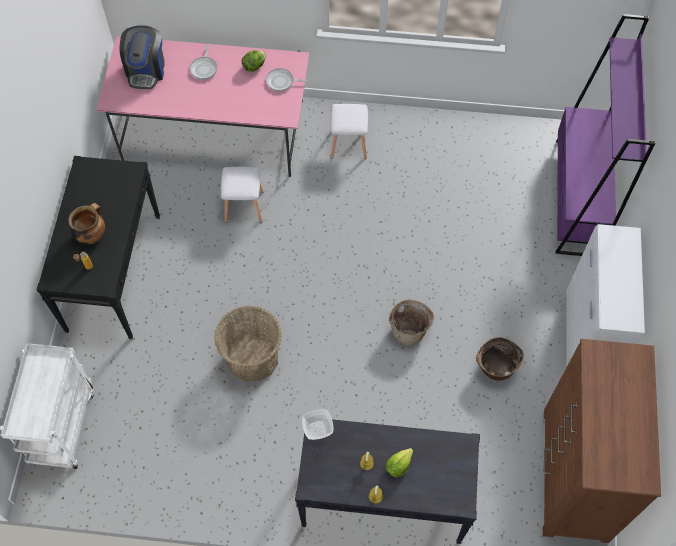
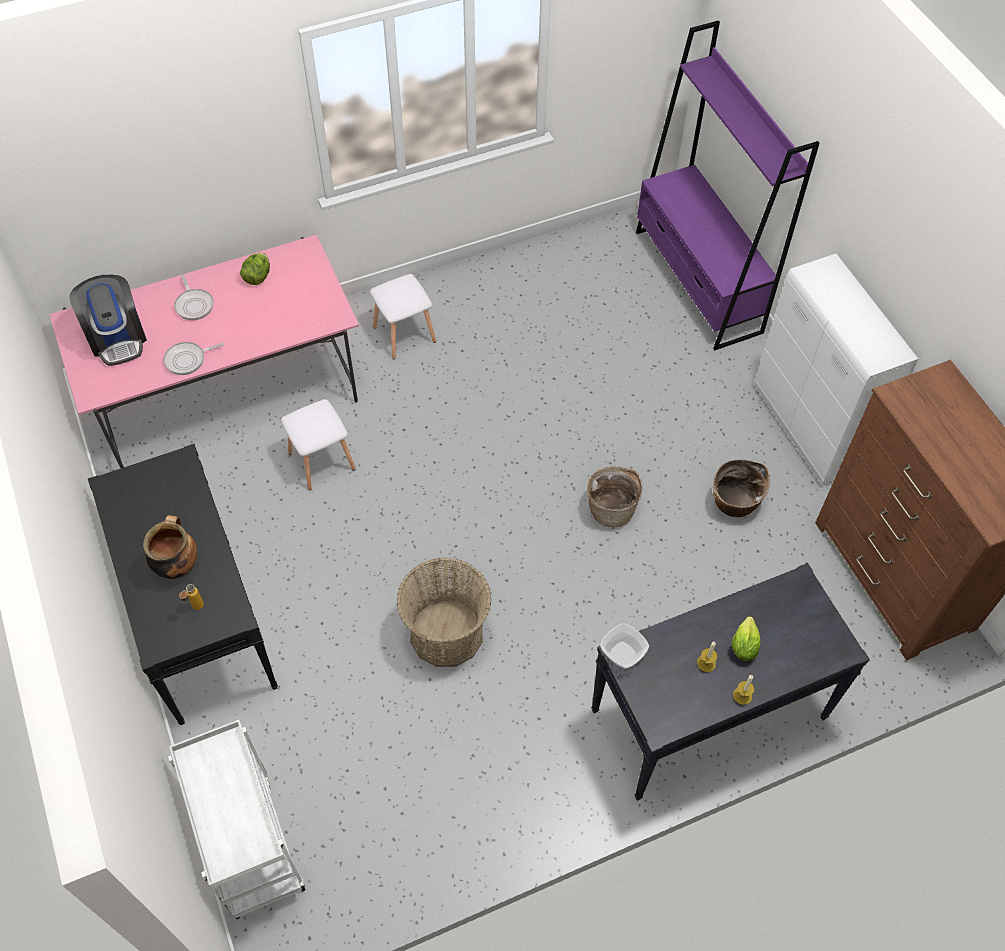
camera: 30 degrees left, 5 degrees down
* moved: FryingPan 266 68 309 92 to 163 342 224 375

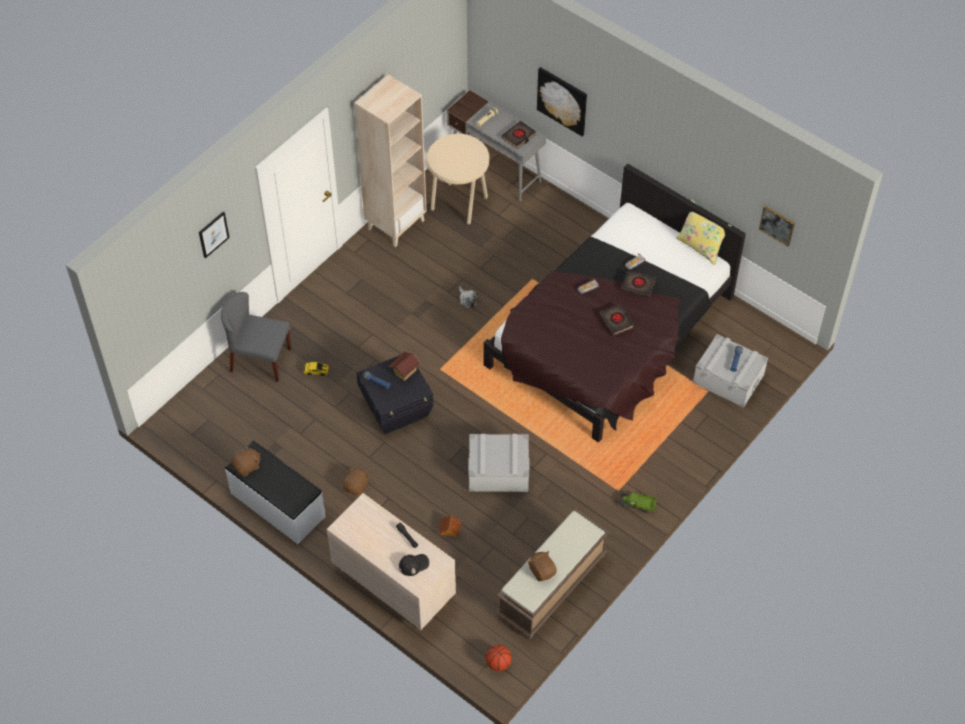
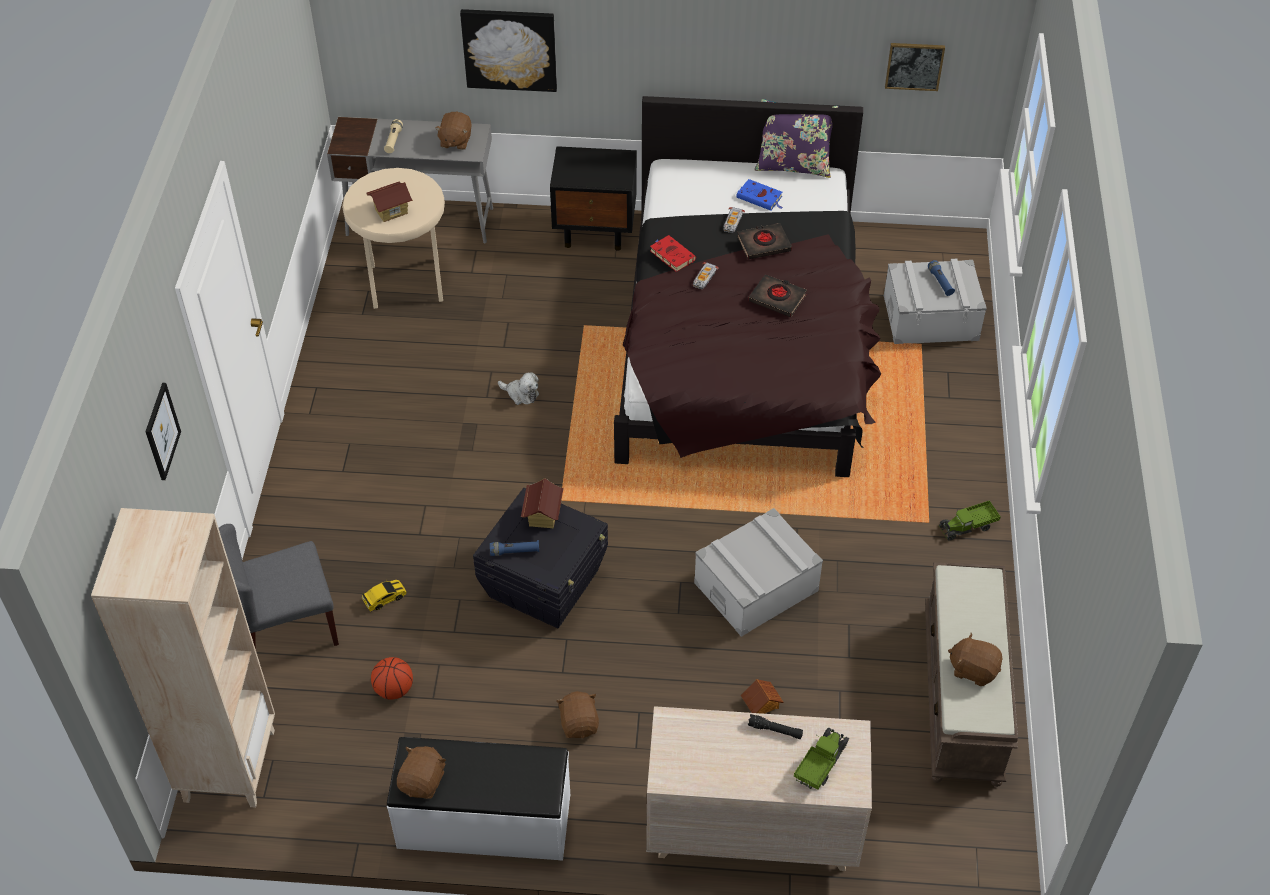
camera: 35 degrees left, 5 degrees down
* moved: BeigeBookcase 354 75 427 247 to 91 508 275 808
* added: ToyHouse 366 181 413 222
* moved: Basketball 486 645 512 671 to 371 657 413 700
* replaced: BlackBook 501 121 536 149 to BrownPlushToy 435 112 472 150
* added: BlackNightstand 550 146 637 251
* added: RedBook 650 235 696 272
* added: BlueBook 736 179 783 211
* recoloured: YellowPillow 676 199 731 265 to PurplePillow 755 99 839 178
* replaced: BlackCap 399 554 429 576 to ToyTruck 794 728 849 790

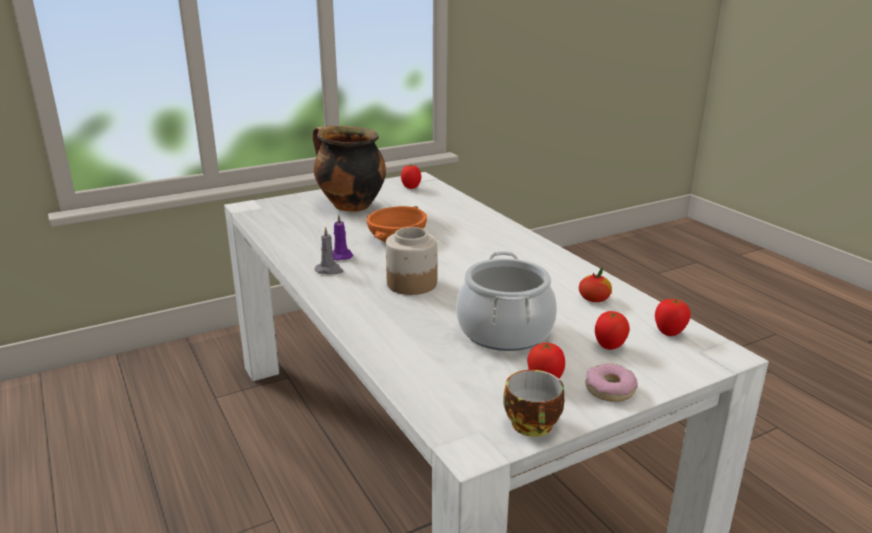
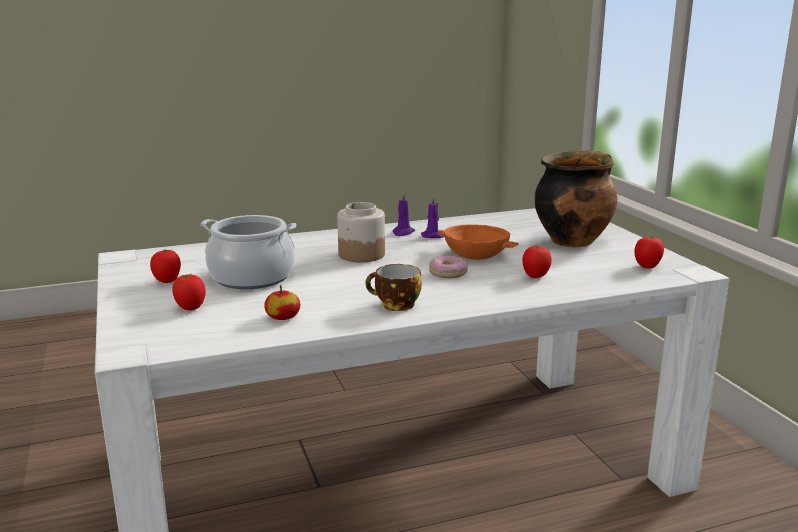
camera: 100 degrees right, 5 degrees down
* moved: Cup 504 370 564 437 to 365 264 422 311
* recoloured: GreyCandle 315 227 343 275 to PurpleCandle 392 192 415 236
* moved: Donut 585 363 638 402 to 429 255 468 278
* moved: Tomato 655 299 691 336 to 522 245 552 278

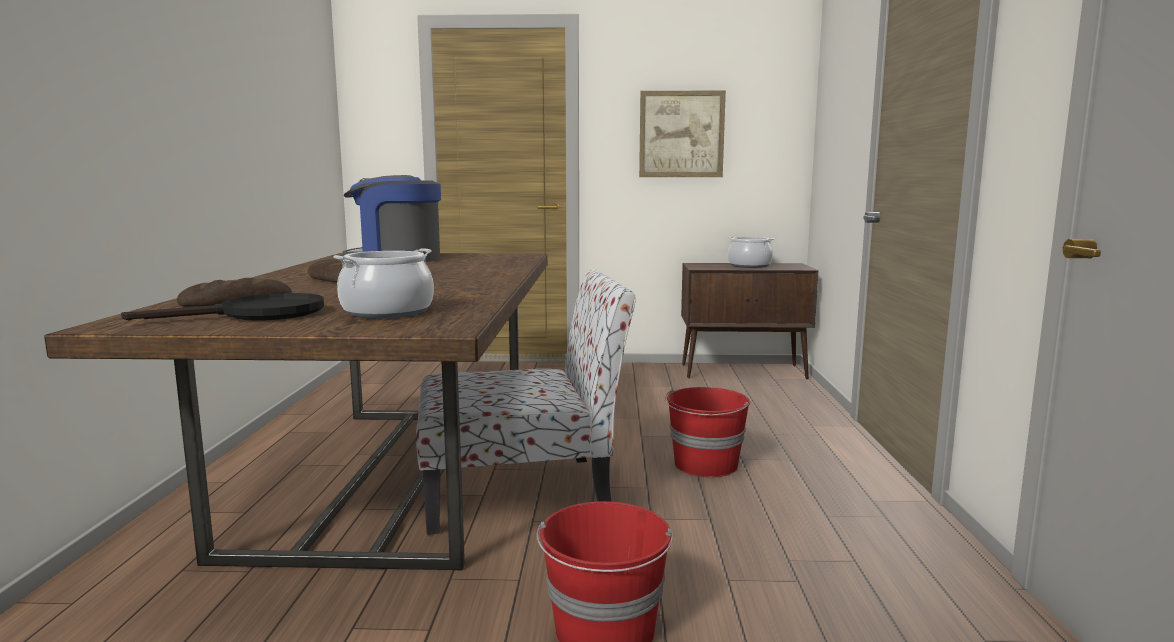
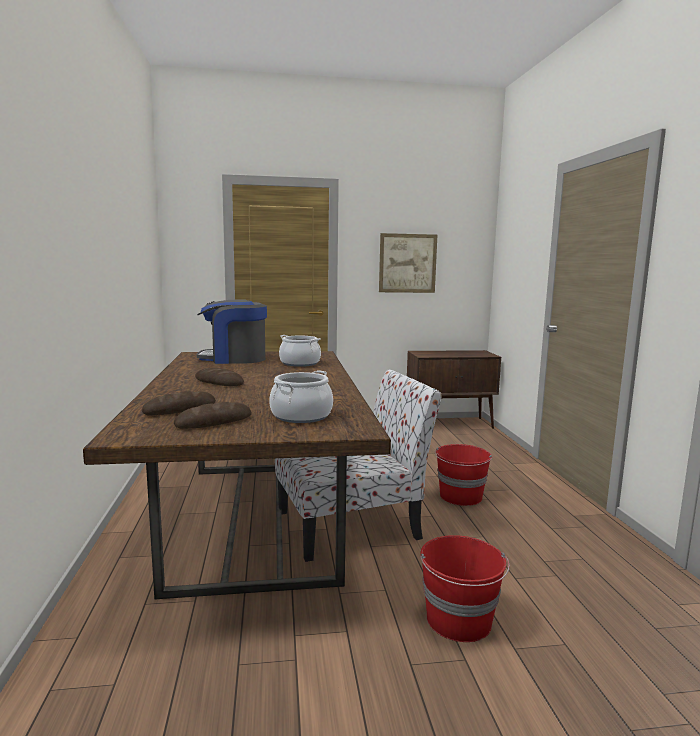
camera: 10 degrees left, 0 degrees up
* replaced: BlackFryingPan 121 293 324 320 to Bread 174 402 252 429
* moved: CookingPot 728 236 774 268 to 279 335 321 367

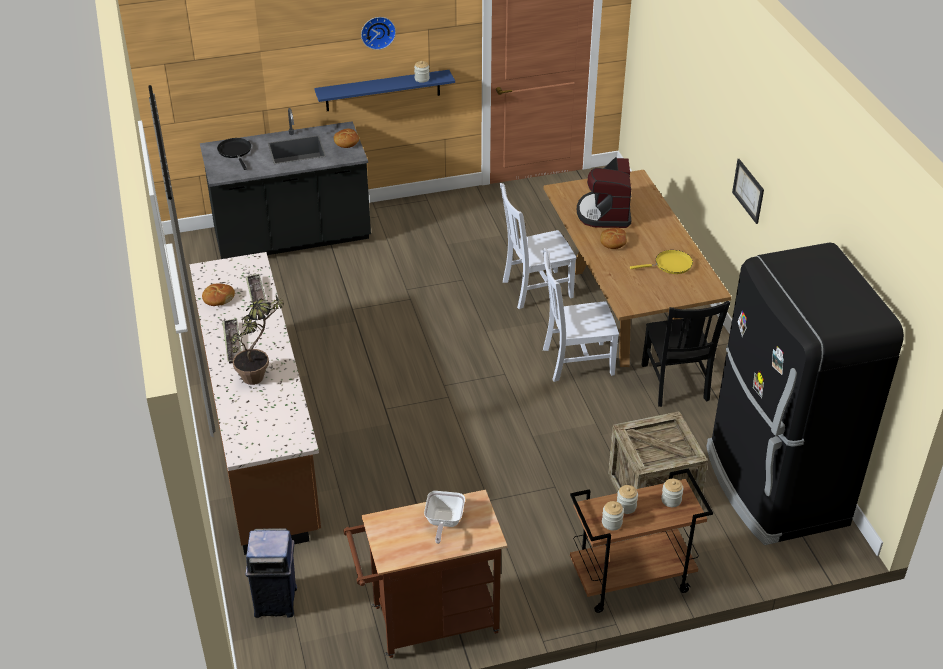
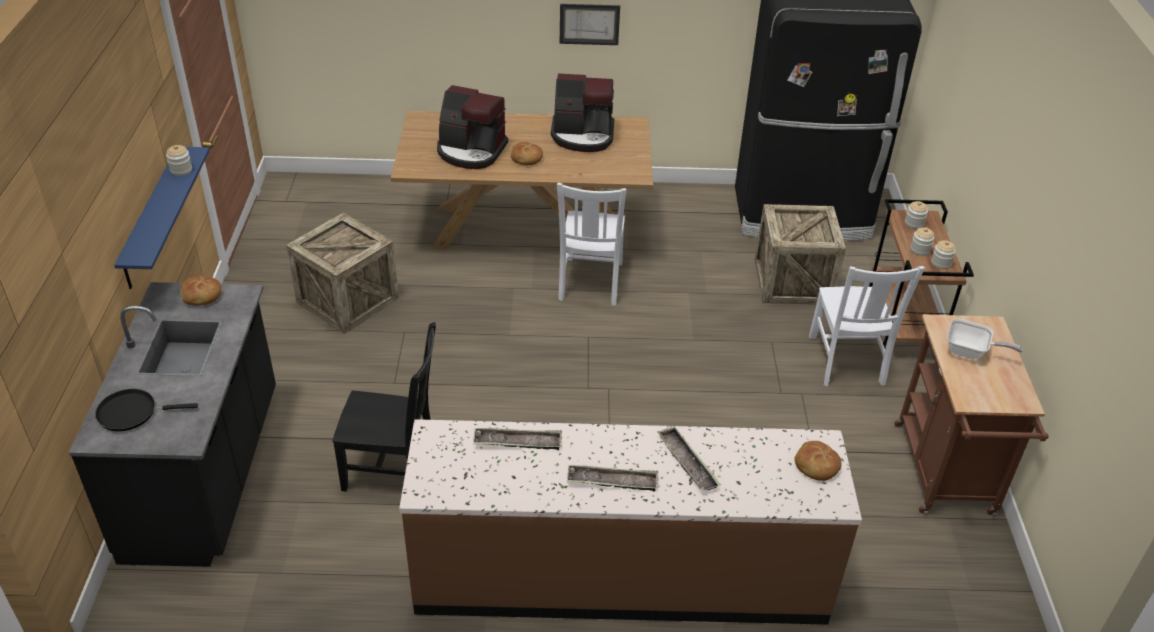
camera: 75 degrees left, 0 degrees up
* added: Crate 286 213 399 334
* moved: BlackChair 641 301 730 407 to 332 322 436 491
* replaced: YellowFryingPan 630 250 693 274 to CoffeeMachine 551 74 614 152
* replaced: PottedPlant 230 295 285 385 to Tray 657 426 721 491
* moved: Bread 202 283 235 306 to 795 441 842 481
* moved: WhiteChair 500 183 576 309 to 809 266 925 386
* removed: BlueTrashCan 246 528 297 618
* removed: WallClock 361 17 396 50

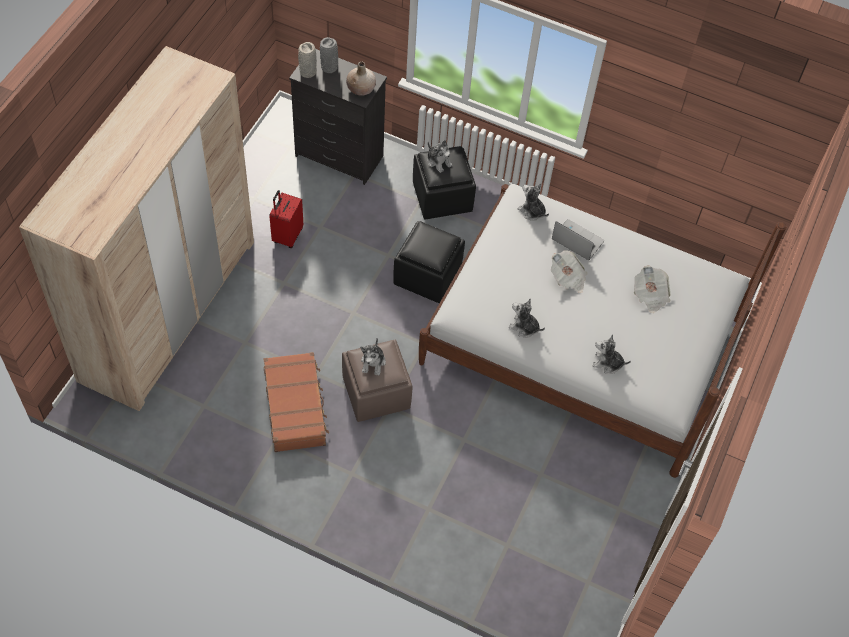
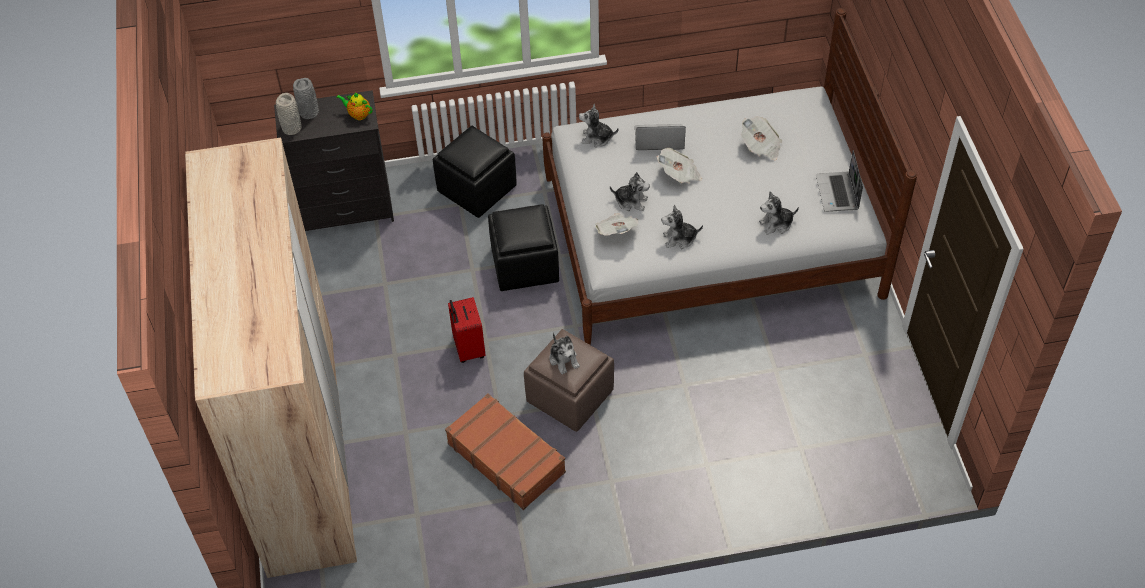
camera: 30 degrees left, 5 degrees down
* replaced: BeigeVase 346 62 376 96 to Teapot 336 92 373 120
* moved: RedSuitcase 269 190 303 248 to 448 297 486 363
* added: Newspaper 595 213 639 236
* moved: PlushToy 427 140 452 173 to 610 172 650 211
* added: Laptop 816 150 863 212

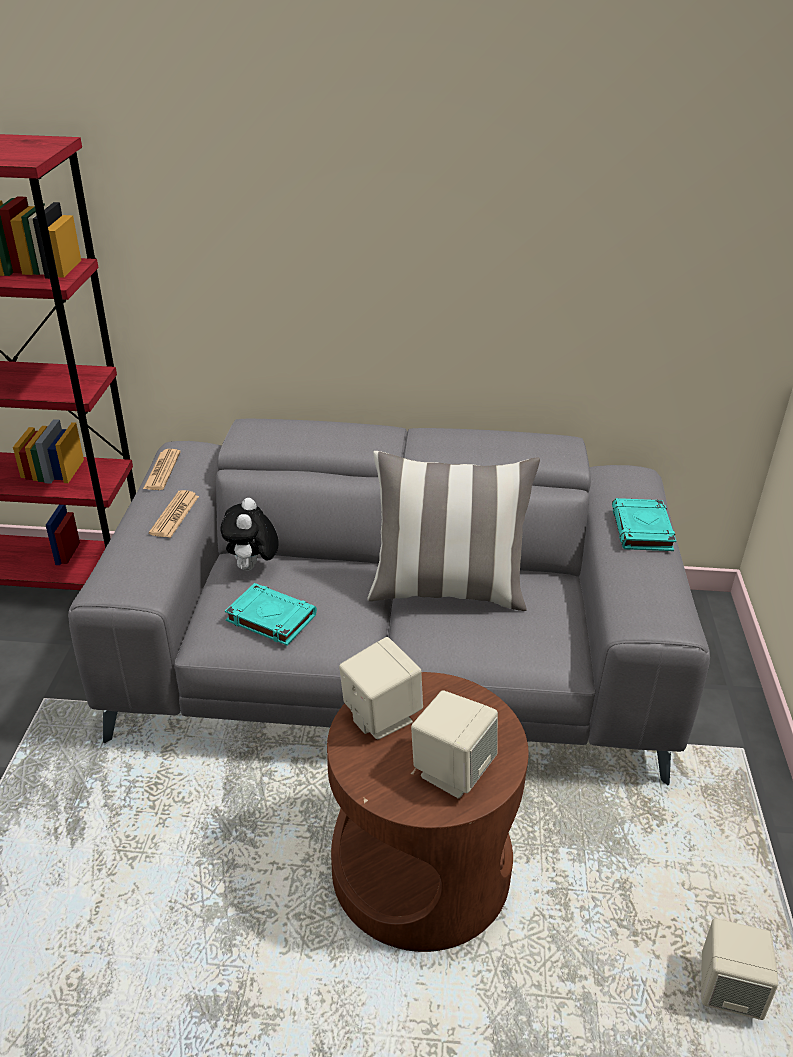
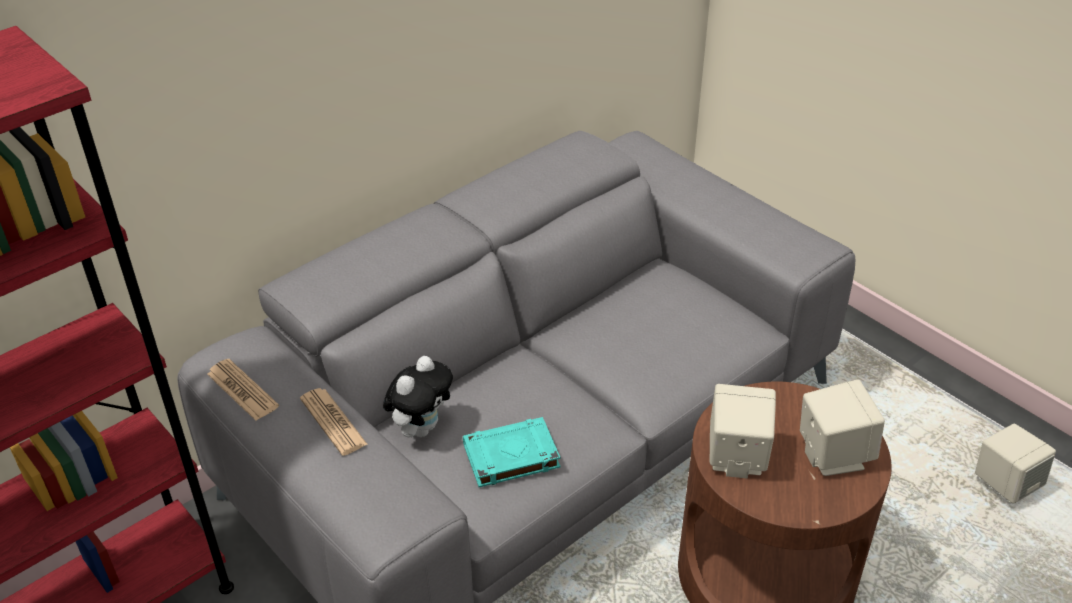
camera: 45 degrees left, 5 degrees up
* turned: PlushToy 220 498 279 571 = 383 356 453 438 105 degrees counterclockwise
* removed: Pillow 367 451 540 611
* removed: TurquoiseBook 612 498 676 551

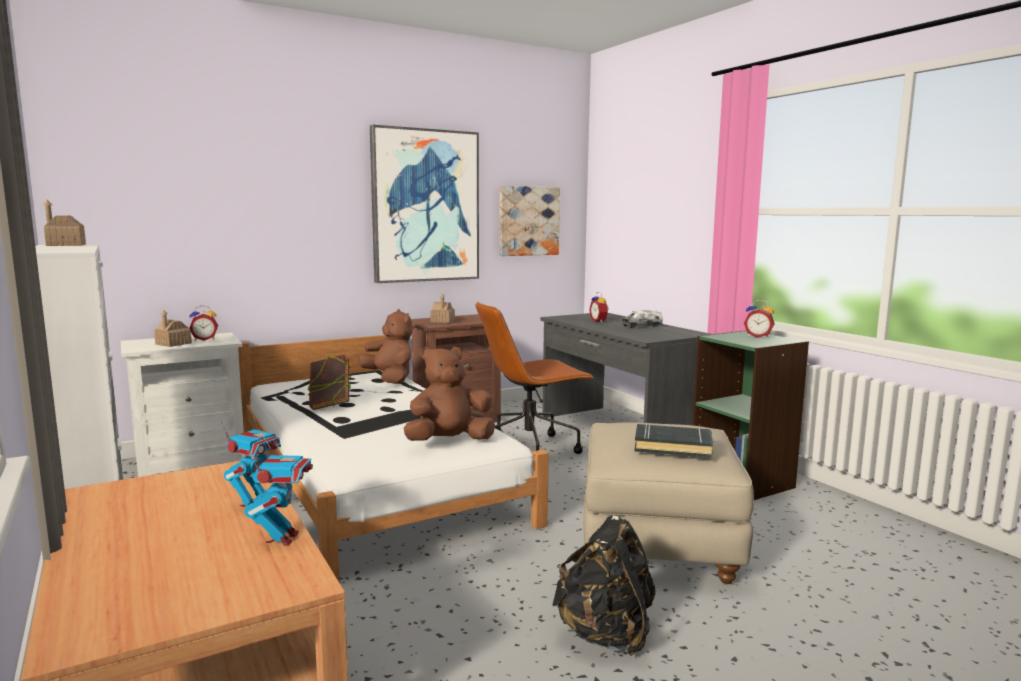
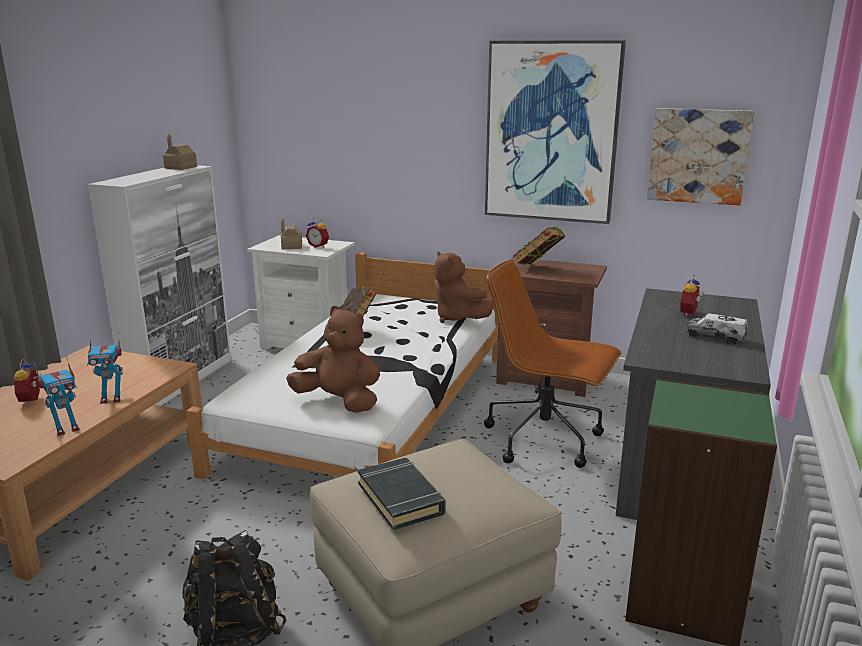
camera: 50 degrees right, 10 degrees up
* moved: AlarmClock 744 300 775 338 to 14 359 42 405
* turned: BrownPlushToy 358 309 413 384 = 434 251 493 323 135 degrees clockwise
* replaced: ToyHouse 430 293 455 323 to Book 513 226 565 265

